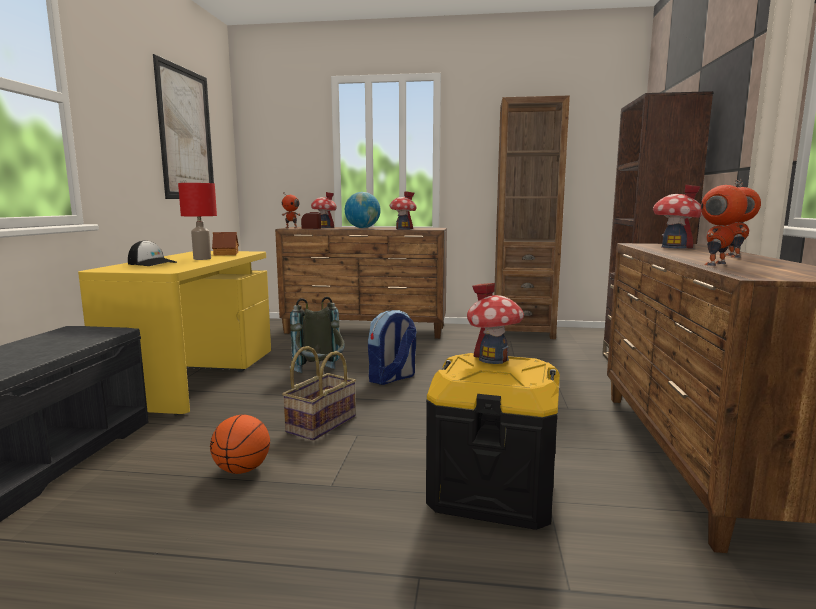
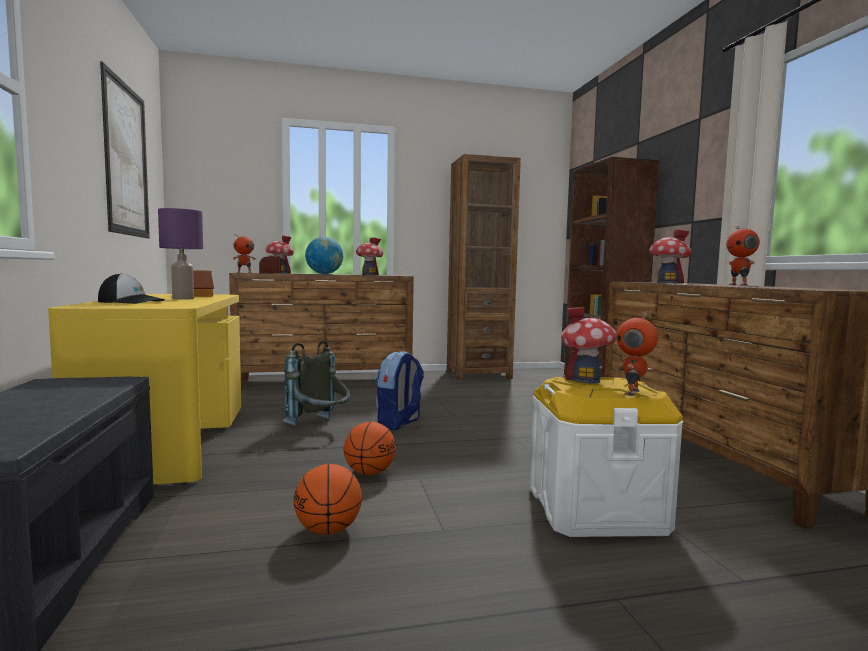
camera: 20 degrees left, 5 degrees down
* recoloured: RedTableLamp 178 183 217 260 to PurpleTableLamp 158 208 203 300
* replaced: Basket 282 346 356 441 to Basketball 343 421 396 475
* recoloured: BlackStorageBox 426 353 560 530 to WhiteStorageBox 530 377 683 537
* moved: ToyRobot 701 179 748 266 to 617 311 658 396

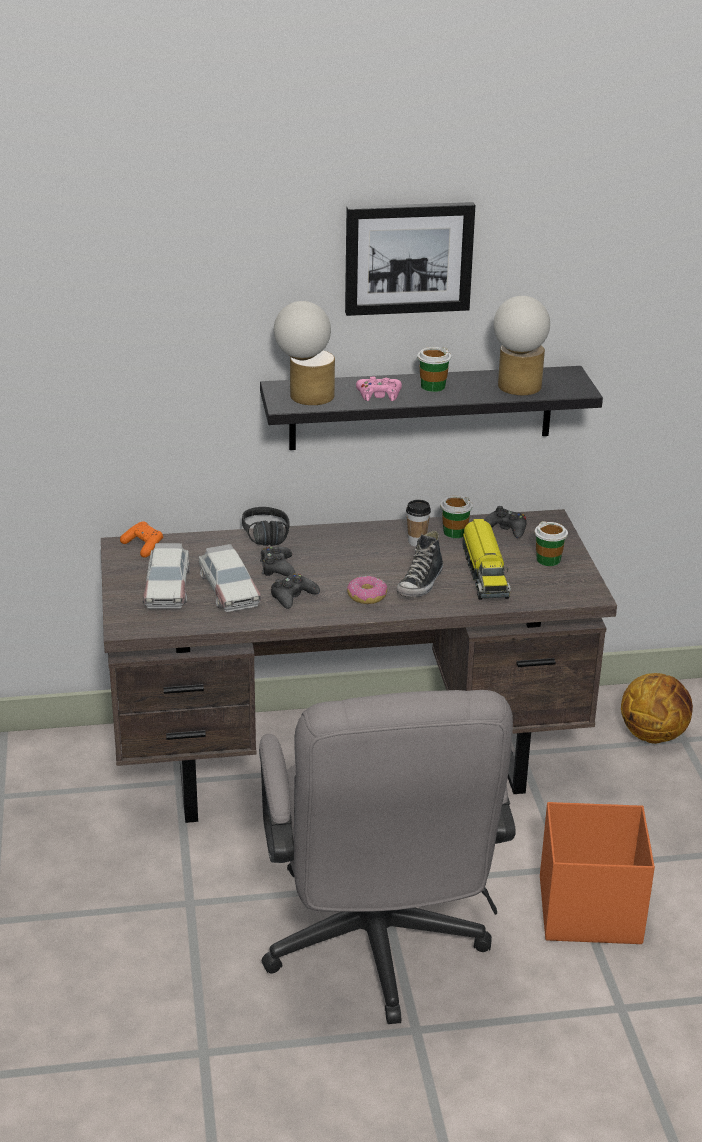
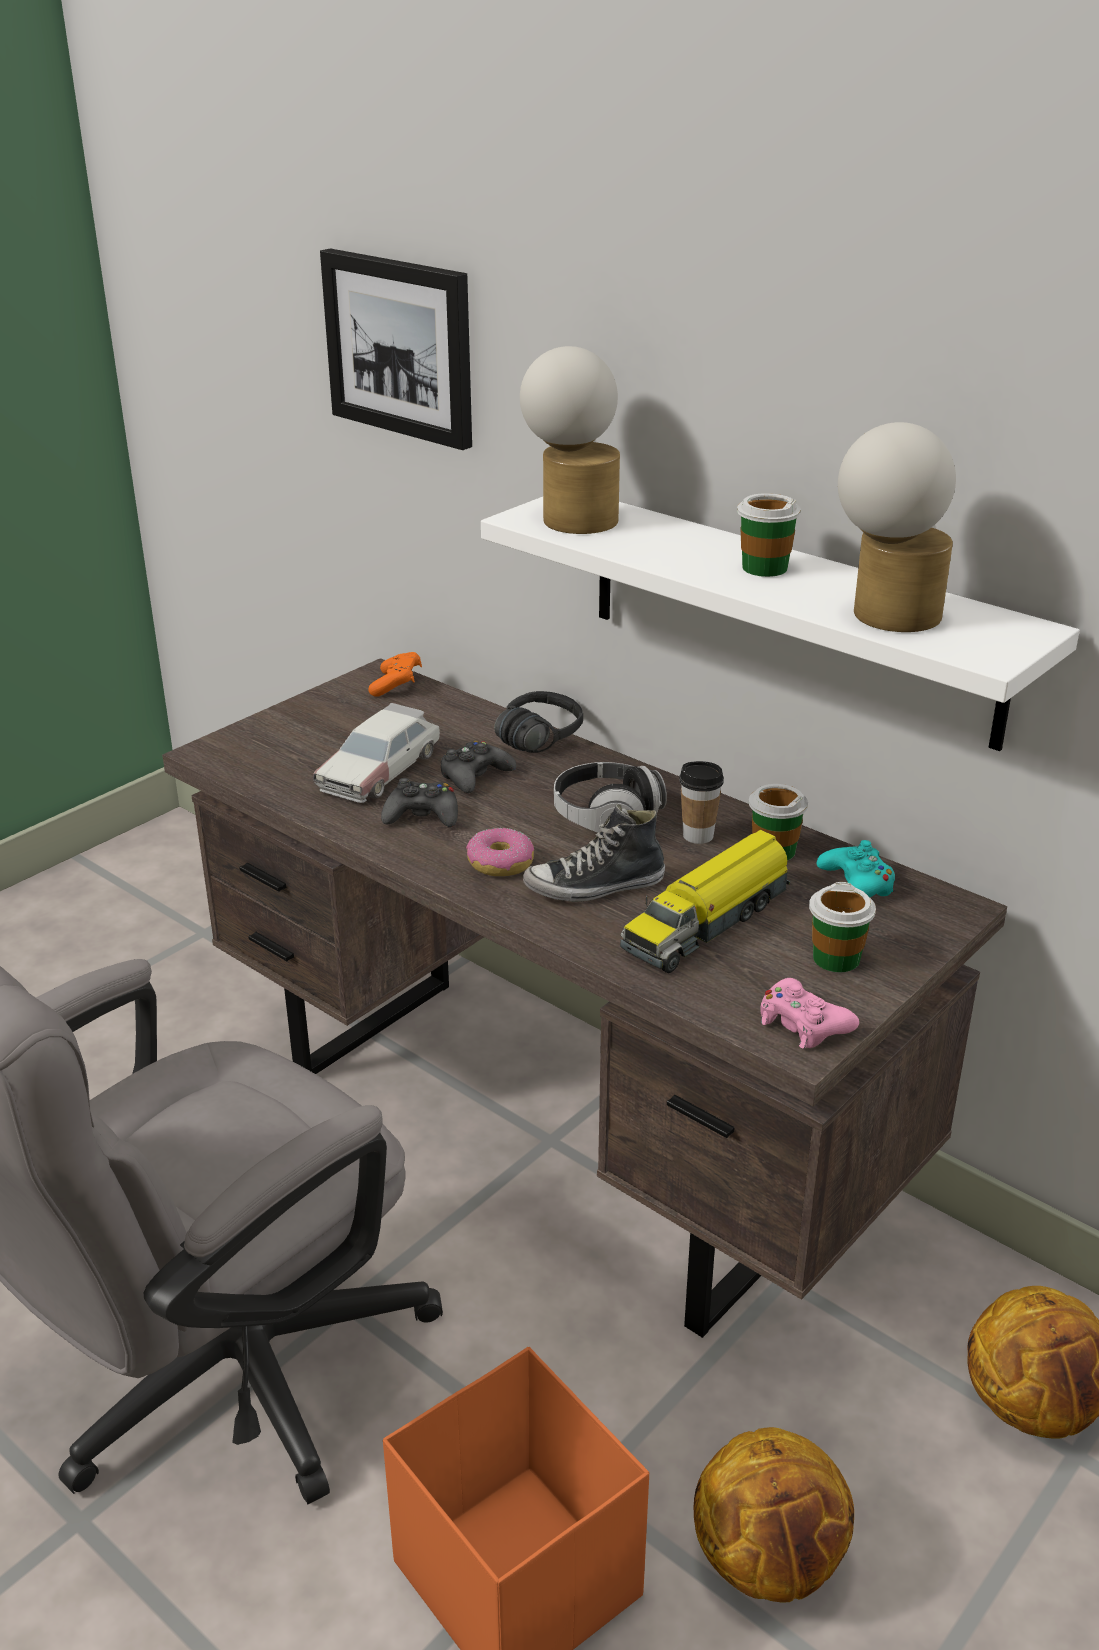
camera: 50 degrees right, 0 degrees up
* moved: Picture 345 202 475 316 to 320 248 472 450
* recoloured: BlackShelf 260 366 603 450 to WhiteShelf 481 497 1080 751
* added: Headphones 554 762 667 833
* added: Basketball 694 1427 854 1603
* moved: PinkGameController 356 376 402 401 to 760 978 859 1049
* recoloured: BlackGameController 484 506 527 538 to TurquoiseGameController 816 840 895 897
* removed: ToyCar 143 543 190 609

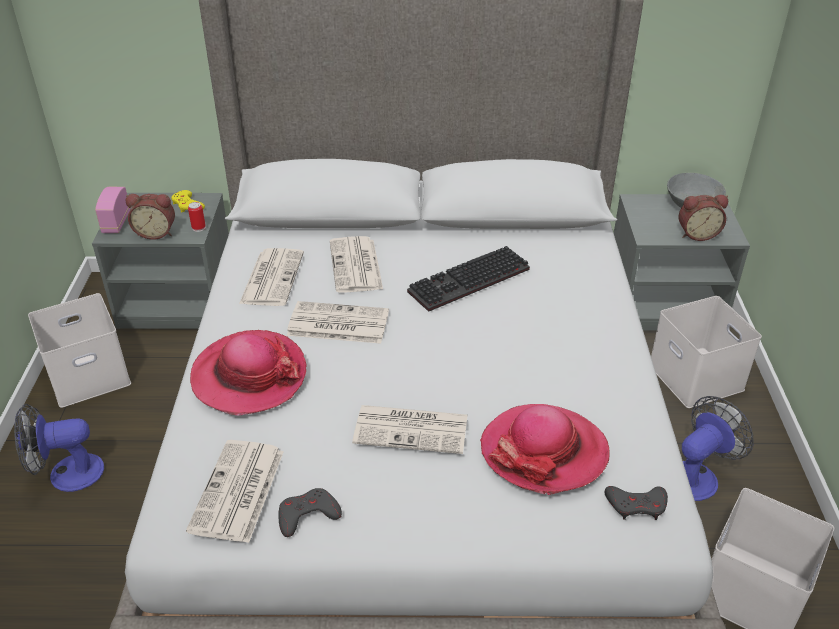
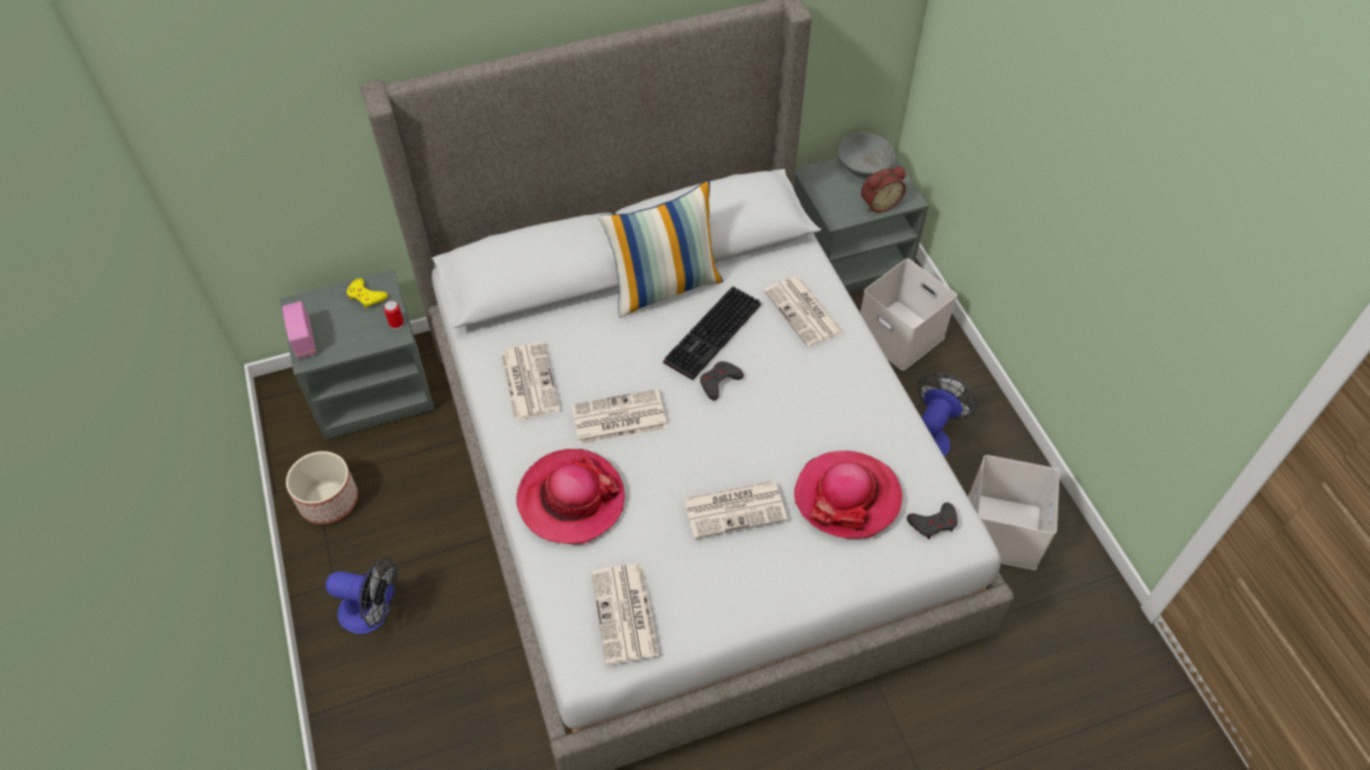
camera: 20 degrees left, 15 degrees up
* replaced: WhiteStorageBox 28 293 131 408 to Planter 286 451 358 524
* turned: Fan 14 404 104 492 = 326 557 398 634 135 degrees counterclockwise
* added: Pillow 598 180 723 318
* moved: GreyGameController 279 488 342 537 to 700 361 744 400
* moved: Newspaper 330 236 383 293 to 764 276 844 347
* removed: AlarmClock 125 194 175 240

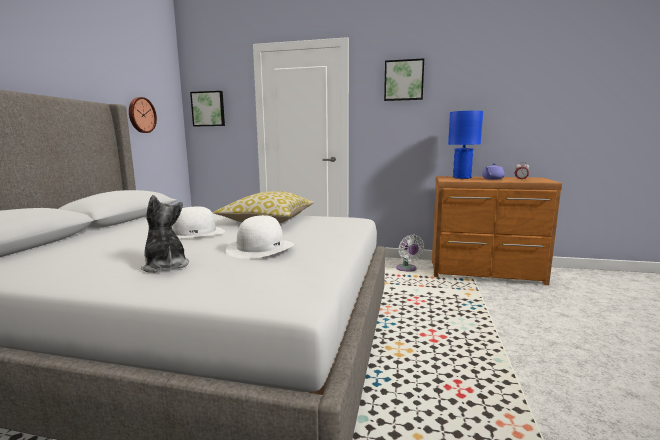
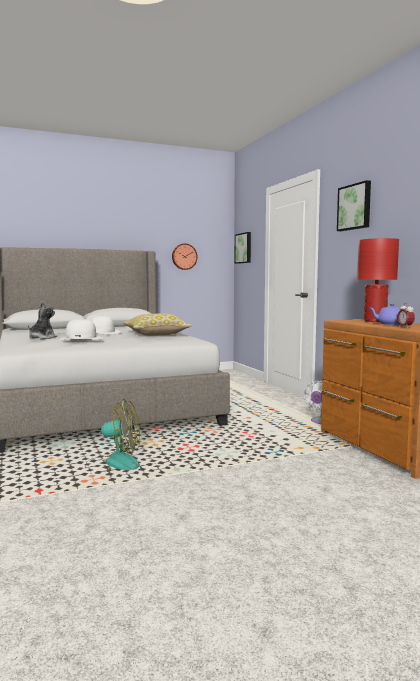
camera: 55 degrees right, 5 degrees down
* added: Fan 85 399 140 472
* recoloured: BlueTableLamp 448 111 483 179 to RedTableLamp 357 238 399 322

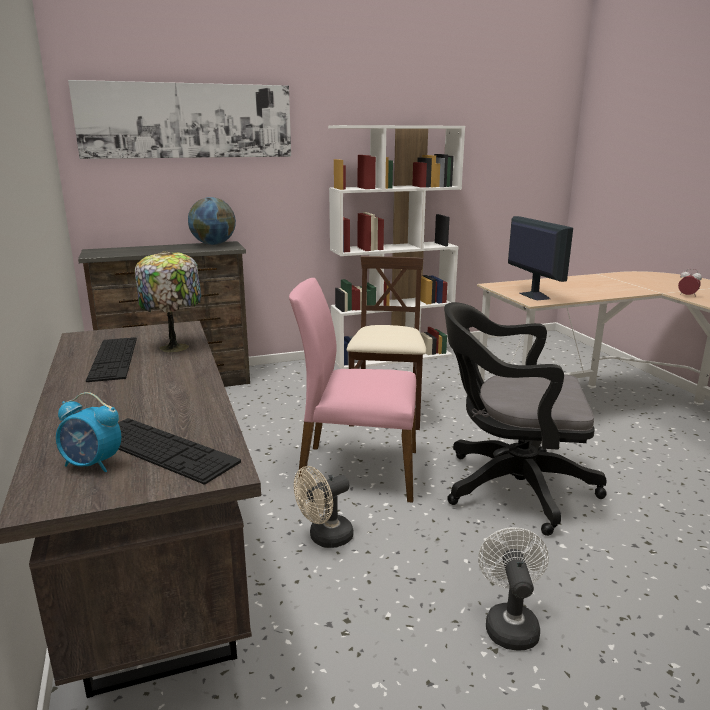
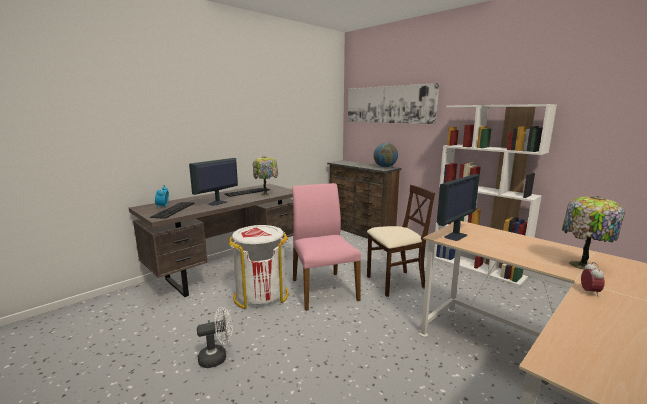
camera: 65 degrees right, 5 degrees down
* added: Monitor 189 158 238 206
* replaced: BeigeFan 294 466 353 548 to WhiteTrashCan 229 225 289 309
* added: TableLamp 562 196 625 270
* removed: BlackOfficeChair 444 302 607 536

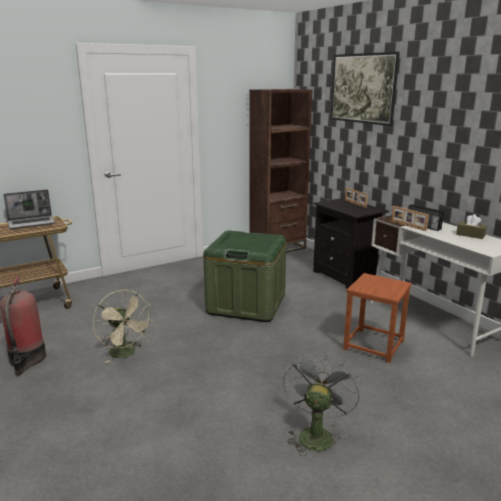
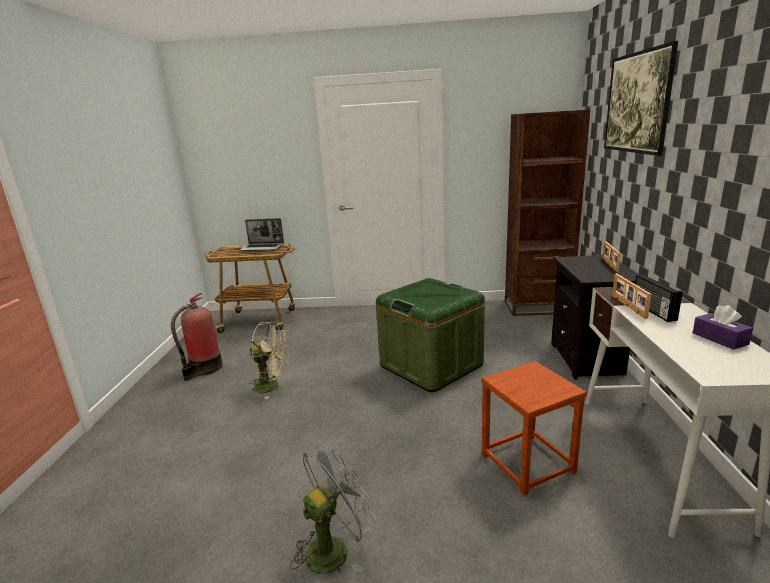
camera: 35 degrees right, 0 degrees up
* turned: BeigeFan 93 290 153 364 = 249 321 291 400 75 degrees counterclockwise
* recoloured: BrownTissueBox 456 214 487 239 to PurpleTissueBox 693 305 753 350

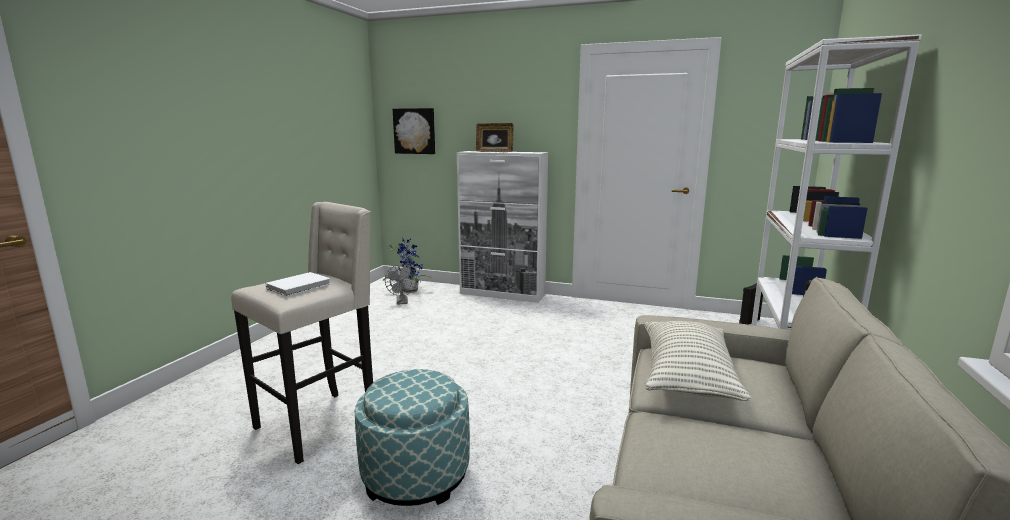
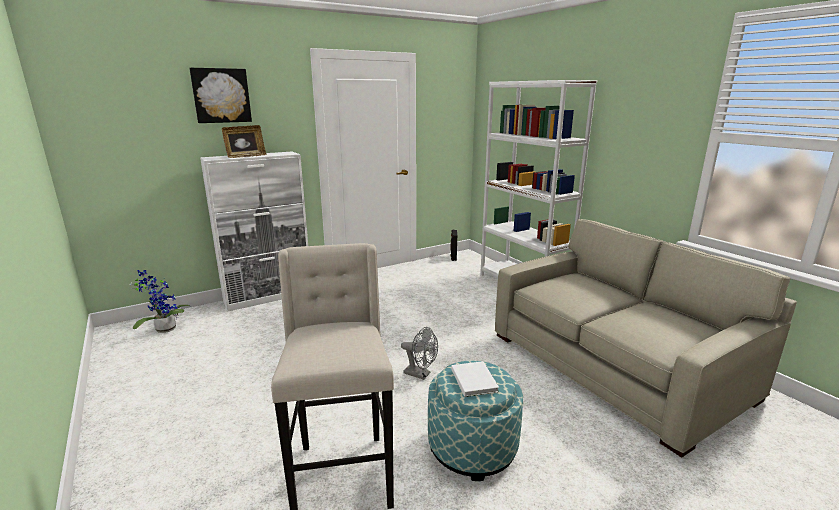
camera: 50 degrees left, 5 degrees up
* moved: Picture 393 108 435 154 to 189 68 252 123
* moved: GreyFan 385 264 417 305 to 401 327 438 380
* moved: WhiteBook 266 272 331 296 to 451 361 499 397
* removed: Pillow 645 321 751 401

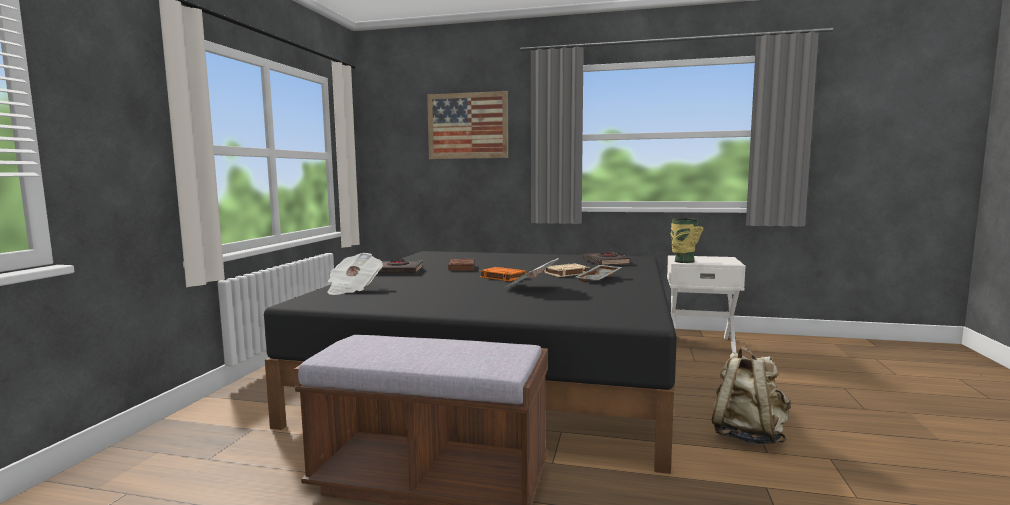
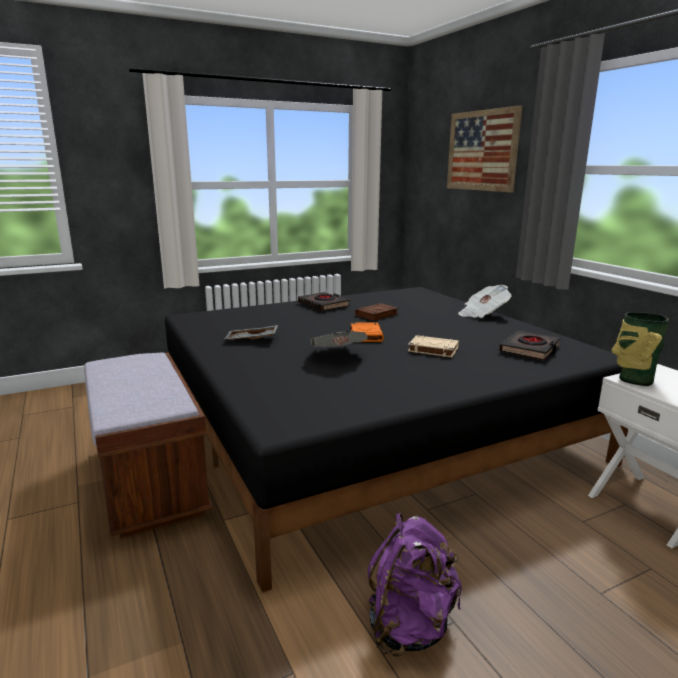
camera: 50 degrees right, 10 degrees up
* moved: GreyTray 576 265 622 282 to 224 325 278 340
* recoloured: BeigeBackpack 712 347 790 444 to PurpleBackpack 368 513 462 657
* moved: Newspaper 327 253 383 295 to 458 285 511 318

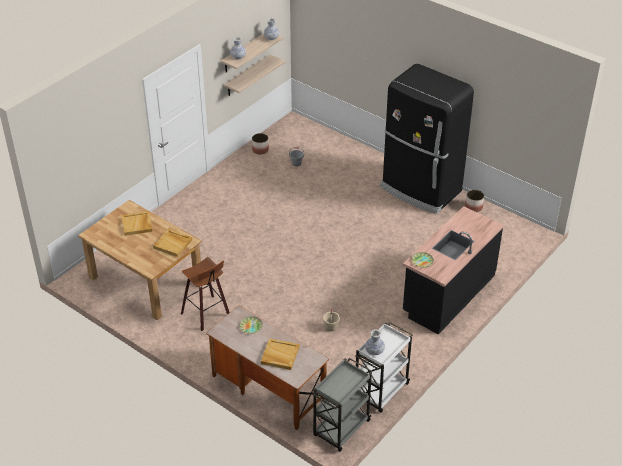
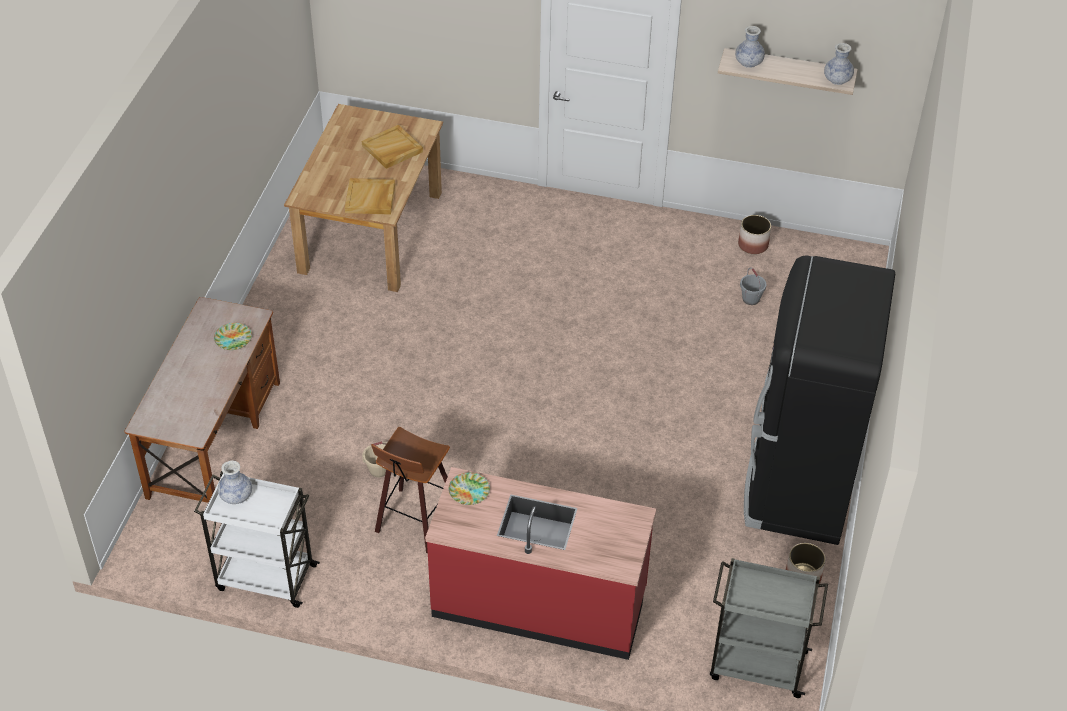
camera: 65 degrees right, 5 degrees up
* moved: Stool 181 257 230 331 to 371 427 450 553
* recoloured: BlackCounter 403 206 504 335 to RedCounter 425 467 656 660
* moved: GreyCart 312 358 373 452 to 710 558 828 698
* removed: Shelf 224 54 285 96
* removed: BeigeTray 261 338 299 370

